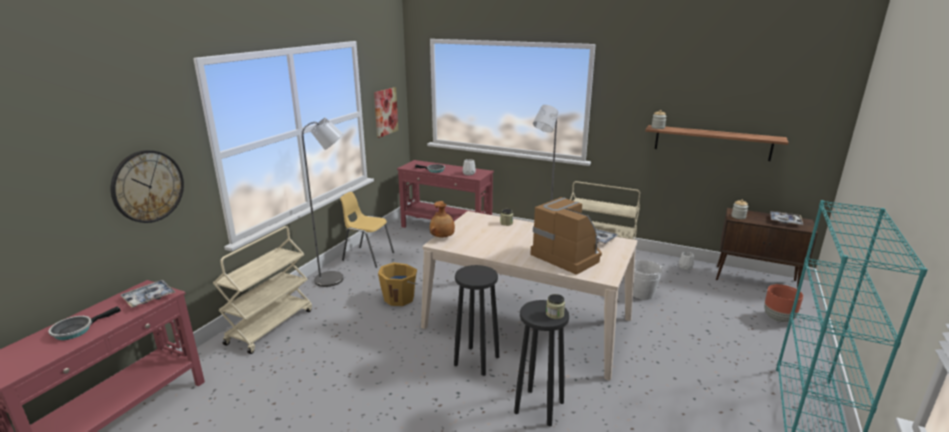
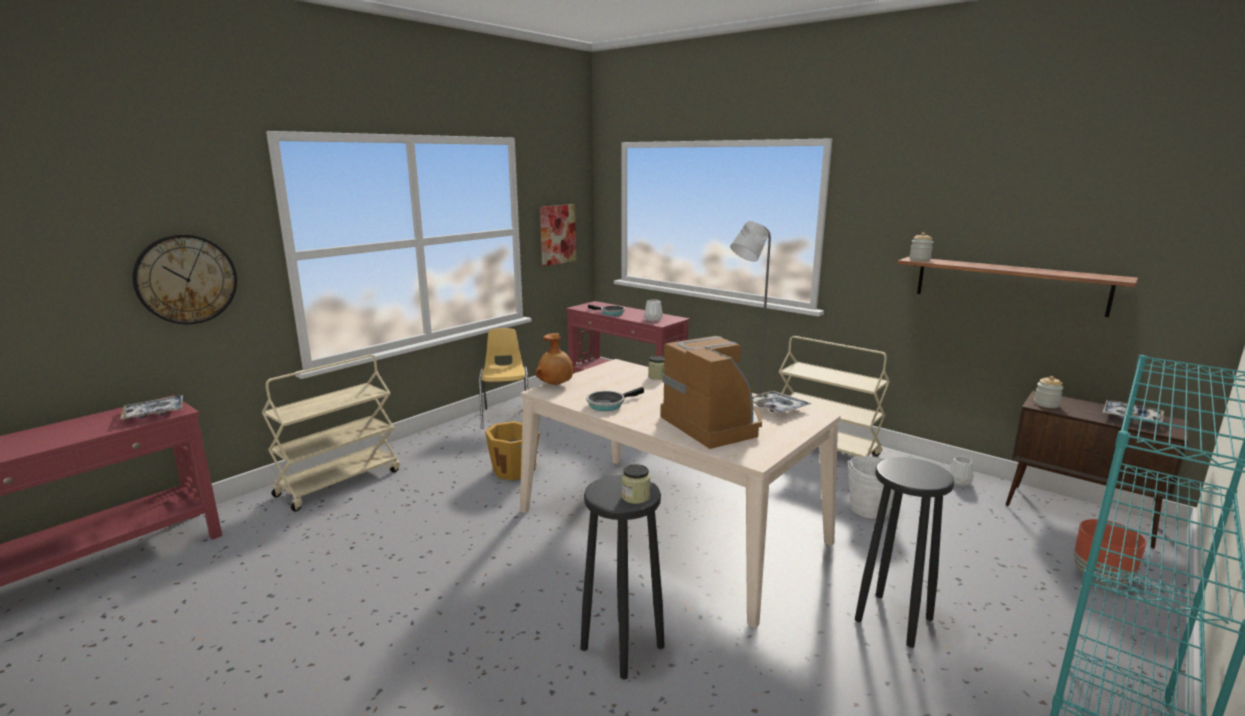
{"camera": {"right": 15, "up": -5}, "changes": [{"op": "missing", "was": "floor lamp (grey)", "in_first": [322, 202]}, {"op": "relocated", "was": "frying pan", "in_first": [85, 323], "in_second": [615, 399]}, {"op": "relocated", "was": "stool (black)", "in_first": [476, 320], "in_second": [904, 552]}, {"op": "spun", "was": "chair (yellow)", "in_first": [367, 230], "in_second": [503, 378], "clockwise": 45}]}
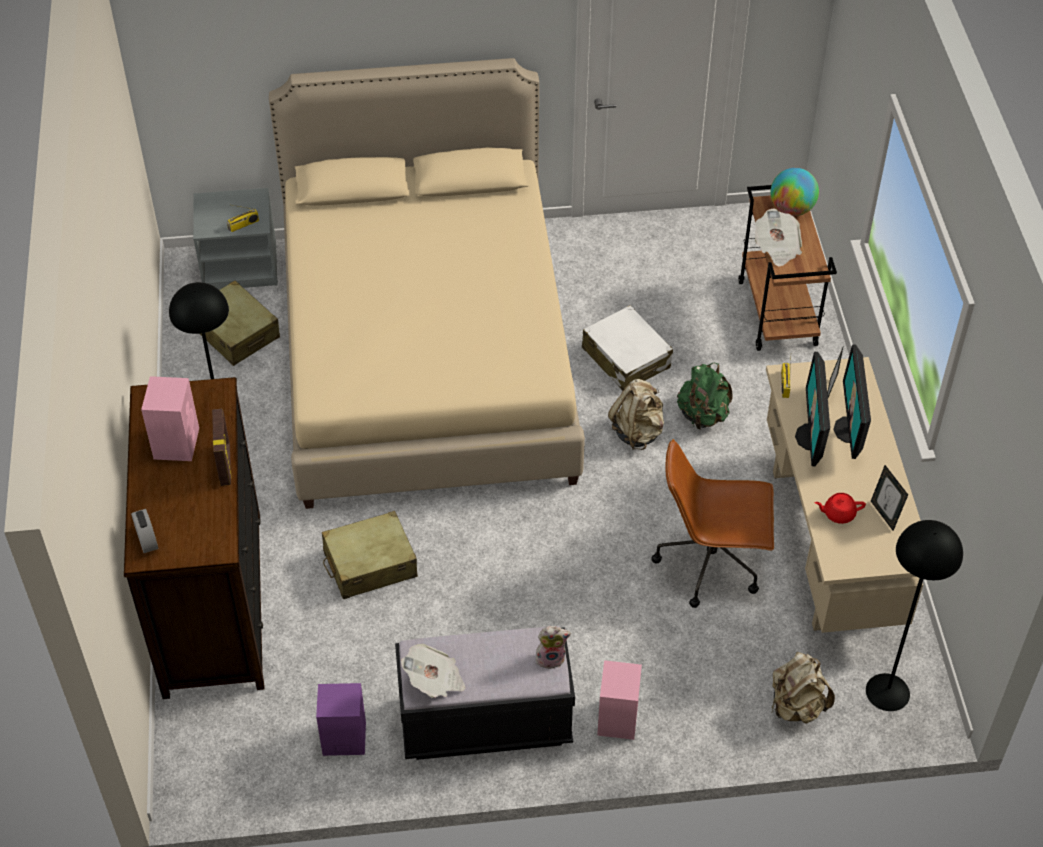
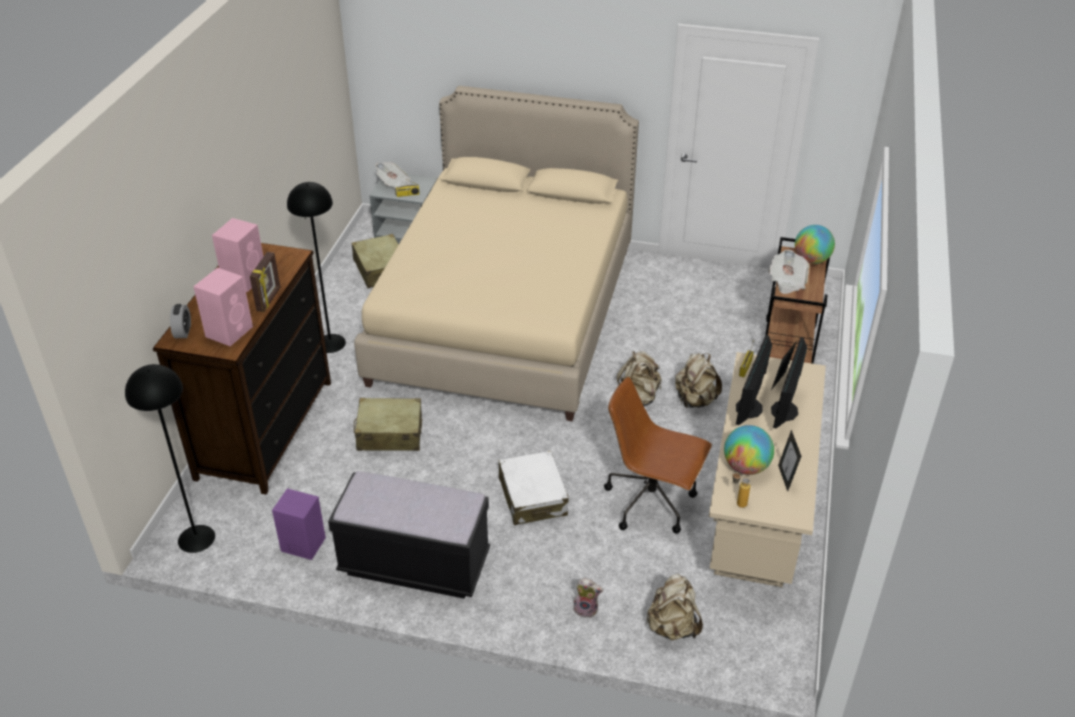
{"camera": {"right": 20, "up": -10}, "changes": [{"op": "appeared", "now": "bottle", "in_second": [741, 490]}, {"op": "relocated", "was": "newspaper", "in_first": [433, 671], "in_second": [393, 175]}, {"op": "relocated", "was": "plush toy", "in_first": [553, 647], "in_second": [587, 598]}, {"op": "relocated", "was": "suitcase (white)", "in_first": [627, 348], "in_second": [534, 488]}, {"op": "relocated", "was": "speaker (pink)", "in_first": [619, 700], "in_second": [223, 307]}, {"op": "relocated", "was": "floor lamp (black)", "in_first": [914, 615], "in_second": [170, 458]}, {"op": "exchanged", "was": "teapot (red)", "now": "globe", "in_first": [840, 508], "in_second": [749, 450]}, {"op": "colour", "was": "backpack (green)", "now": "backpack (beige)", "in_first": [704, 396], "in_second": [698, 380]}]}
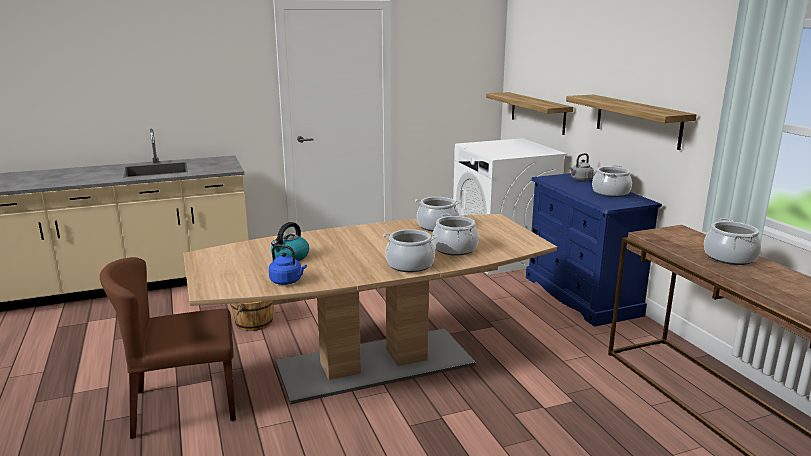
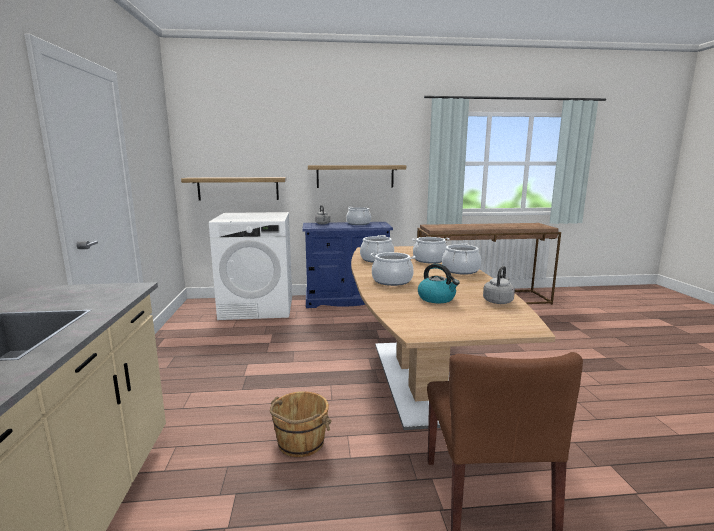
{"camera": {"right": -75, "up": -5}, "changes": [{"op": "relocated", "was": "cooking pot", "in_first": [732, 241], "in_second": [393, 269]}, {"op": "colour", "was": "kettle (blue)", "now": "kettle (grey)", "in_first": [288, 264], "in_second": [499, 285]}]}
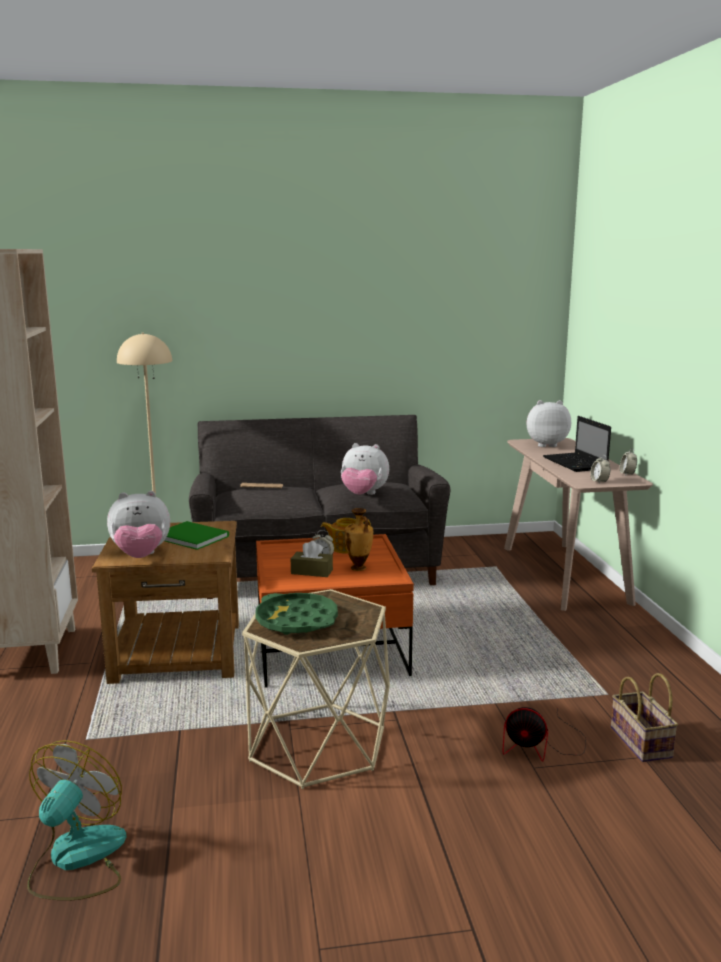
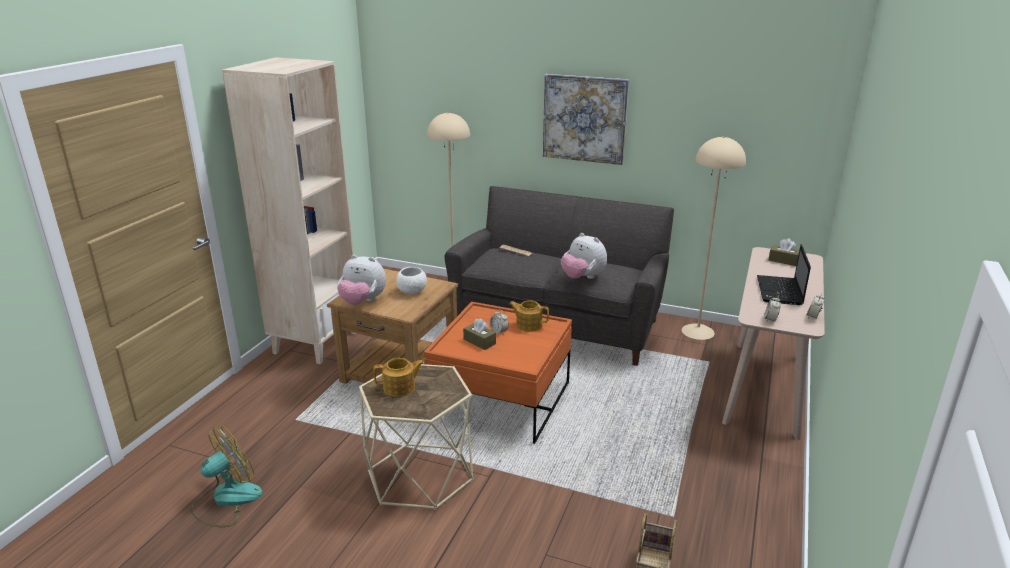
{"camera": {"right": 30, "up": 10}, "changes": [{"op": "missing", "was": "vase", "in_first": [359, 539]}, {"op": "missing", "was": "fan", "in_first": [544, 734]}, {"op": "appeared", "now": "picture", "in_second": [586, 119]}, {"op": "appeared", "now": "floor lamp (beige)", "in_second": [714, 238]}, {"op": "exchanged", "was": "book (green)", "now": "bowl (white)", "in_first": [196, 535], "in_second": [411, 280]}, {"op": "exchanged", "was": "tray (green)", "now": "teapot", "in_first": [296, 614], "in_second": [398, 377]}, {"op": "exchanged", "was": "plush toy", "now": "tissue box (brown)", "in_first": [549, 423], "in_second": [784, 252]}]}
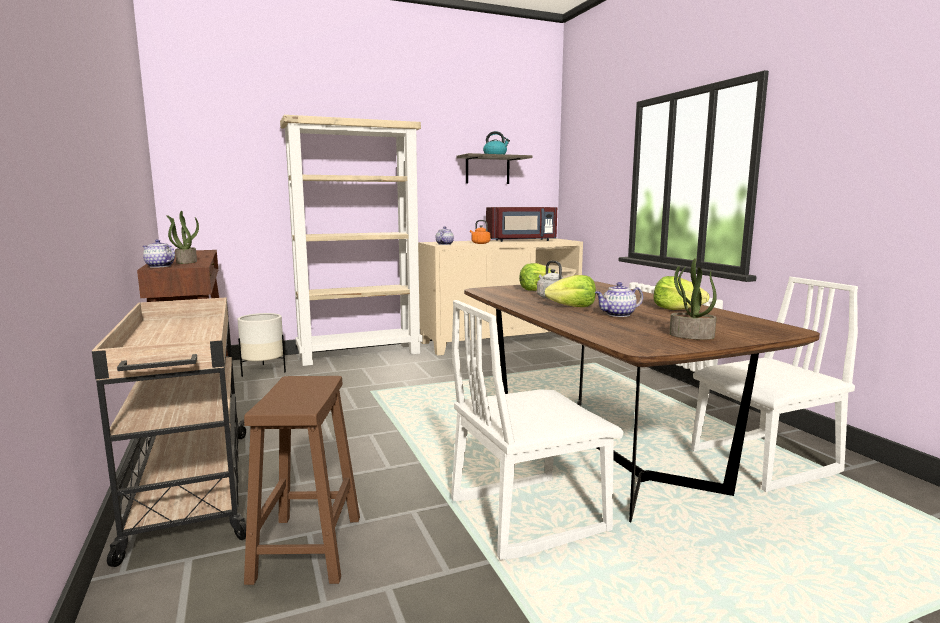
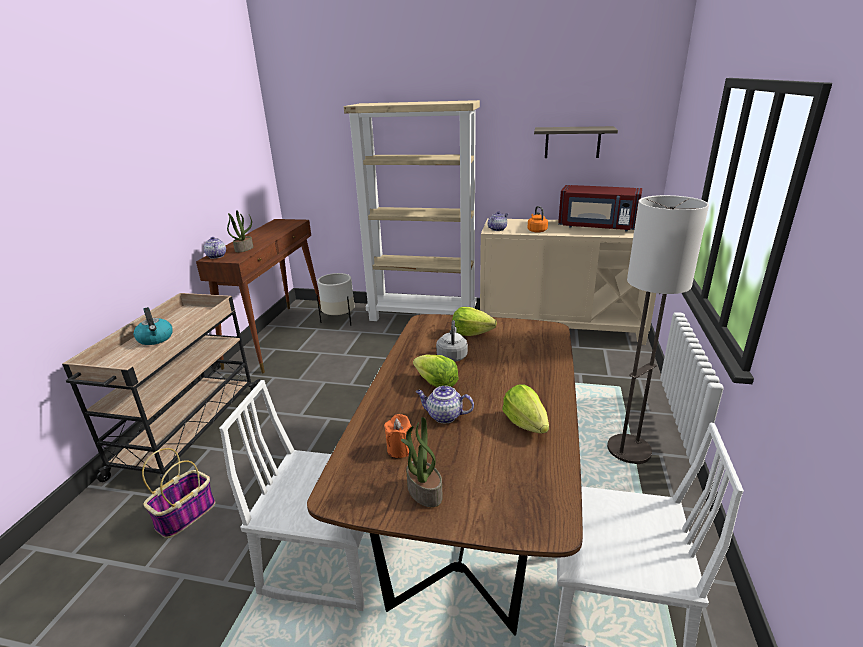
{"camera": {"right": 35, "up": 15}, "changes": [{"op": "appeared", "now": "candle (orange)", "in_second": [398, 436]}, {"op": "appeared", "now": "floor lamp", "in_second": [658, 329]}, {"op": "relocated", "was": "kettle", "in_first": [496, 142], "in_second": [153, 326]}, {"op": "exchanged", "was": "stool (brown)", "now": "basket", "in_first": [302, 480], "in_second": [178, 493]}]}
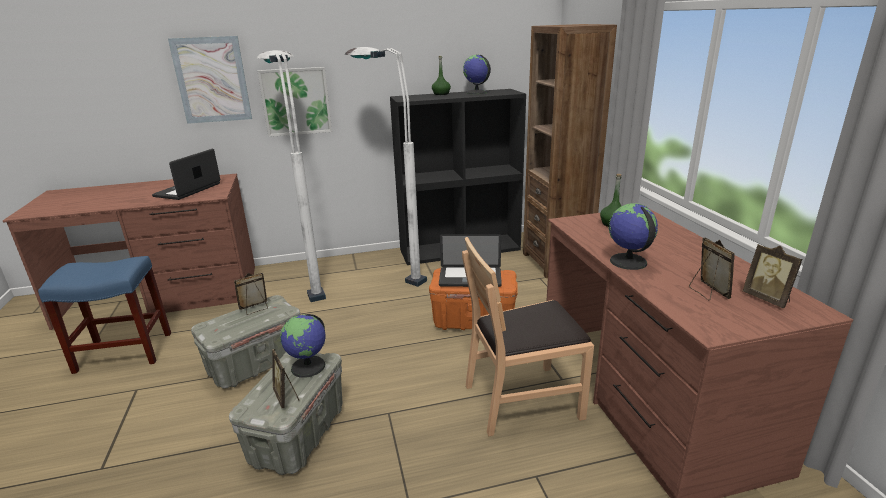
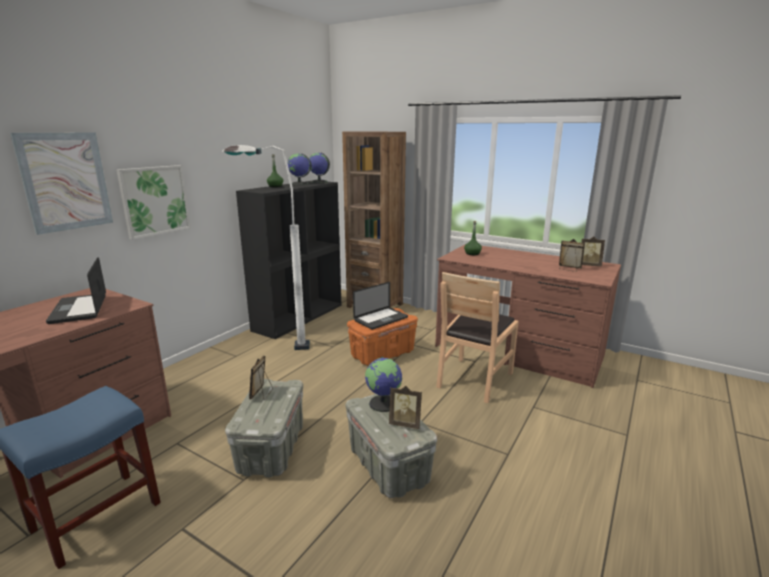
{"camera": {"right": -45, "up": -5}, "changes": [{"op": "missing", "was": "floor lamp (white)", "in_first": [291, 176]}, {"op": "relocated", "was": "globe", "in_first": [633, 236], "in_second": [319, 168]}]}
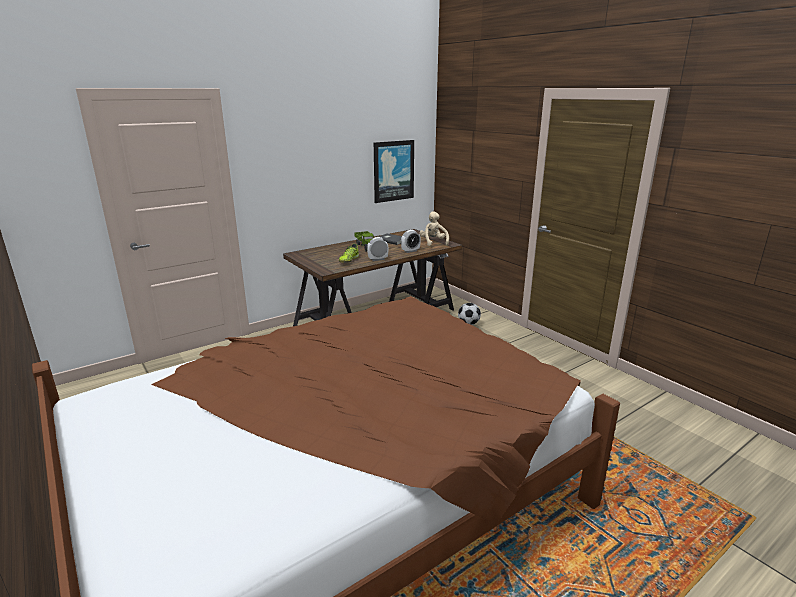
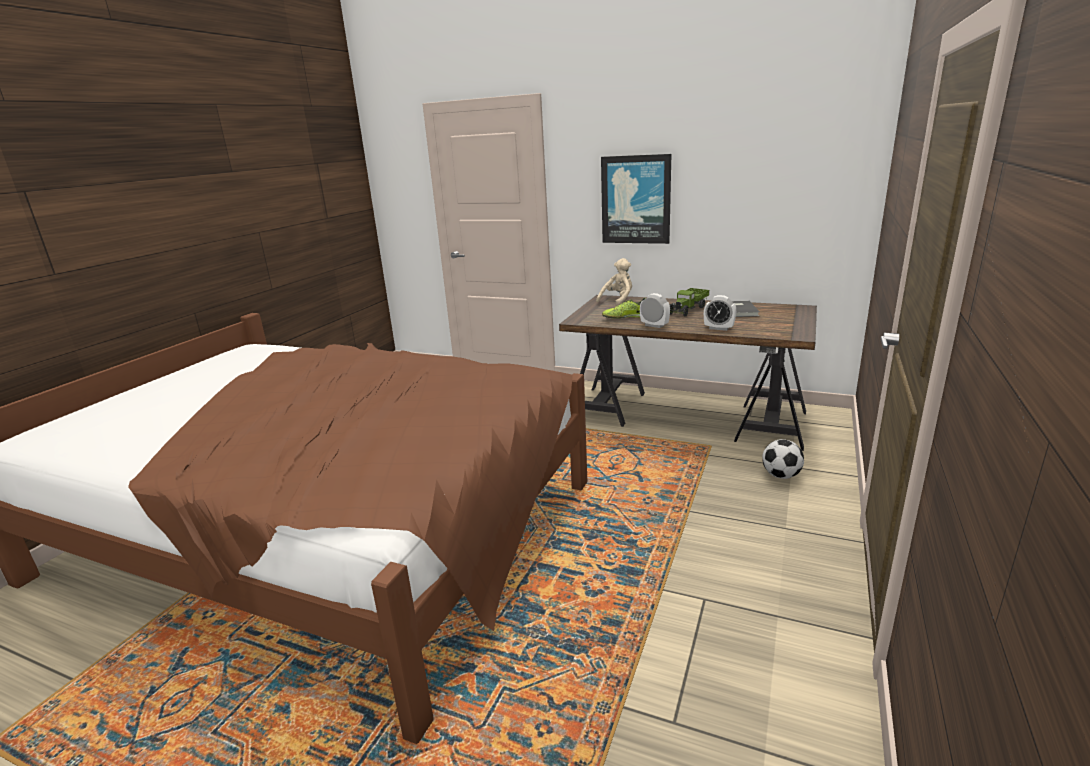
{"camera": {"right": 60, "up": 0}, "changes": [{"op": "relocated", "was": "picture", "in_first": [394, 171], "in_second": [636, 199]}, {"op": "relocated", "was": "plush toy (beige)", "in_first": [434, 228], "in_second": [614, 282]}]}
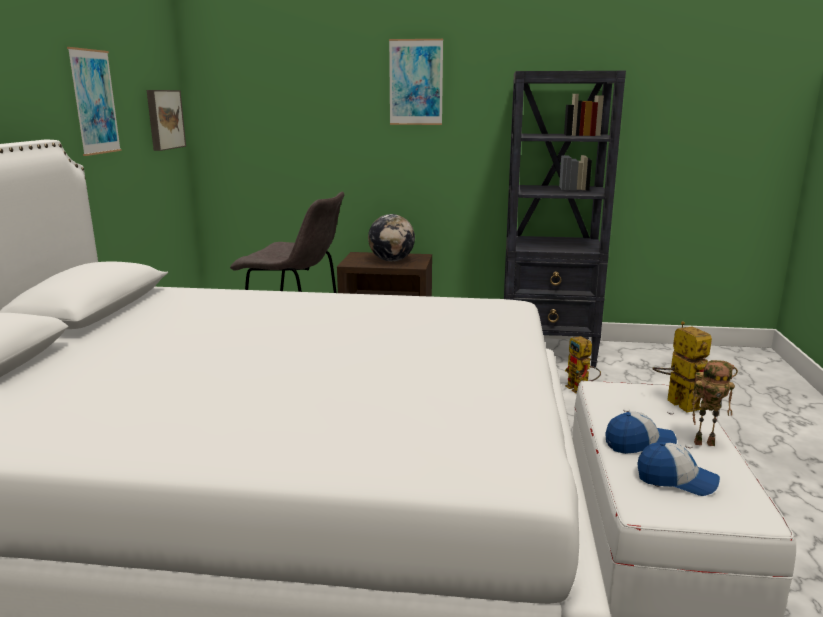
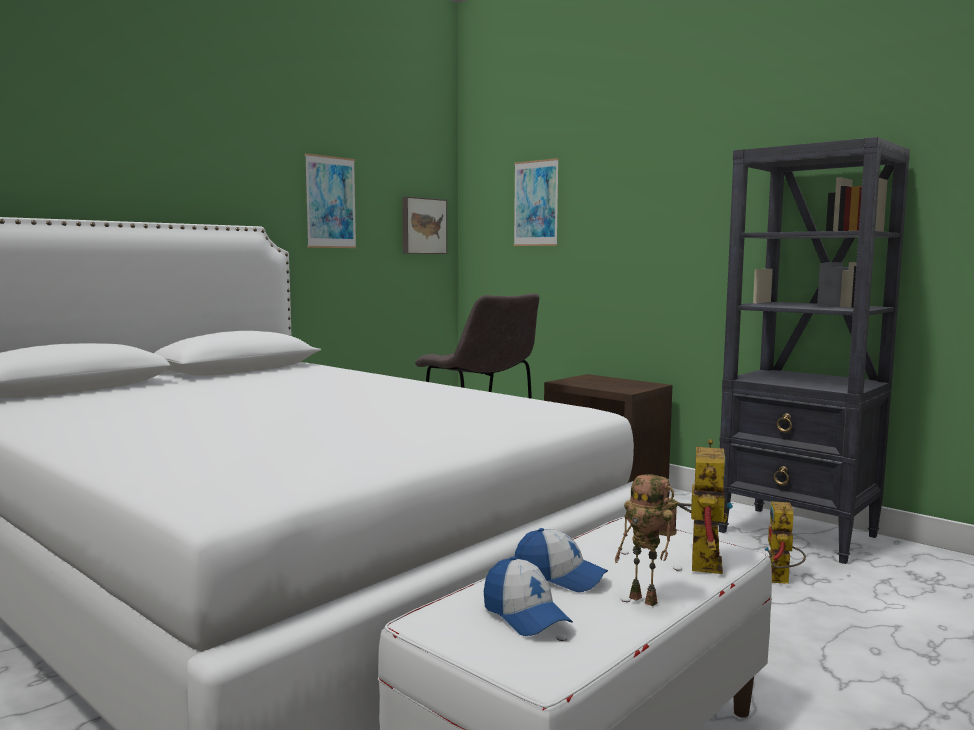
{"camera": {"right": 35, "up": -10}, "changes": [{"op": "missing", "was": "globe", "in_first": [391, 237]}, {"op": "relocated", "was": "picture", "in_first": [416, 82], "in_second": [536, 202]}]}
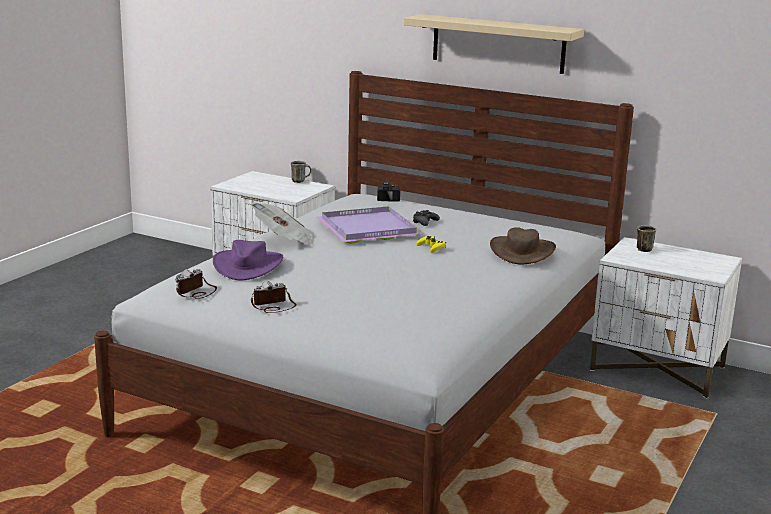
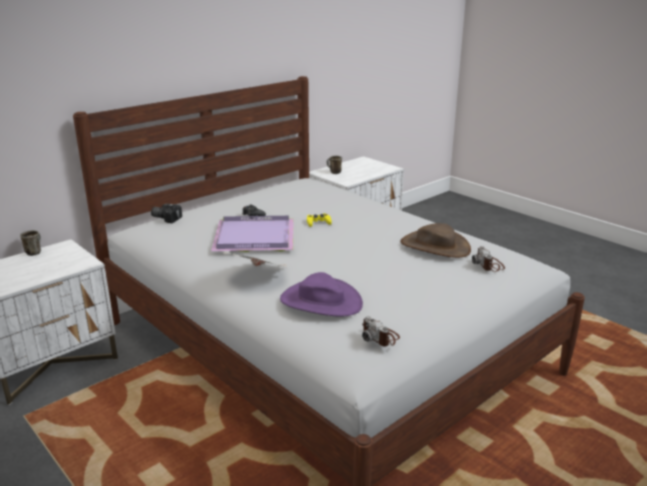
{"camera": {"right": -70, "up": 5}, "changes": [{"op": "missing", "was": "shelf (beige)", "in_first": [494, 44]}, {"op": "relocated", "was": "photo camera", "in_first": [273, 297], "in_second": [488, 259]}, {"op": "relocated", "was": "hat (brown)", "in_first": [523, 246], "in_second": [435, 240]}]}
